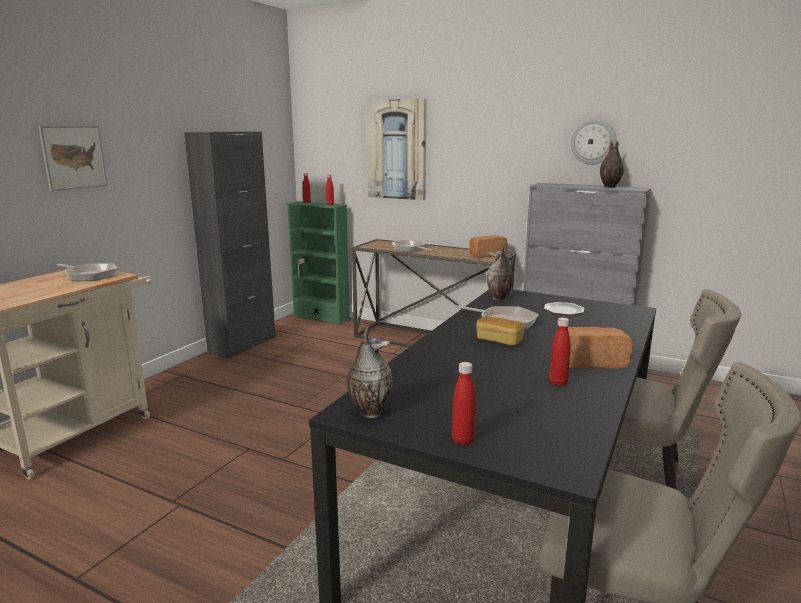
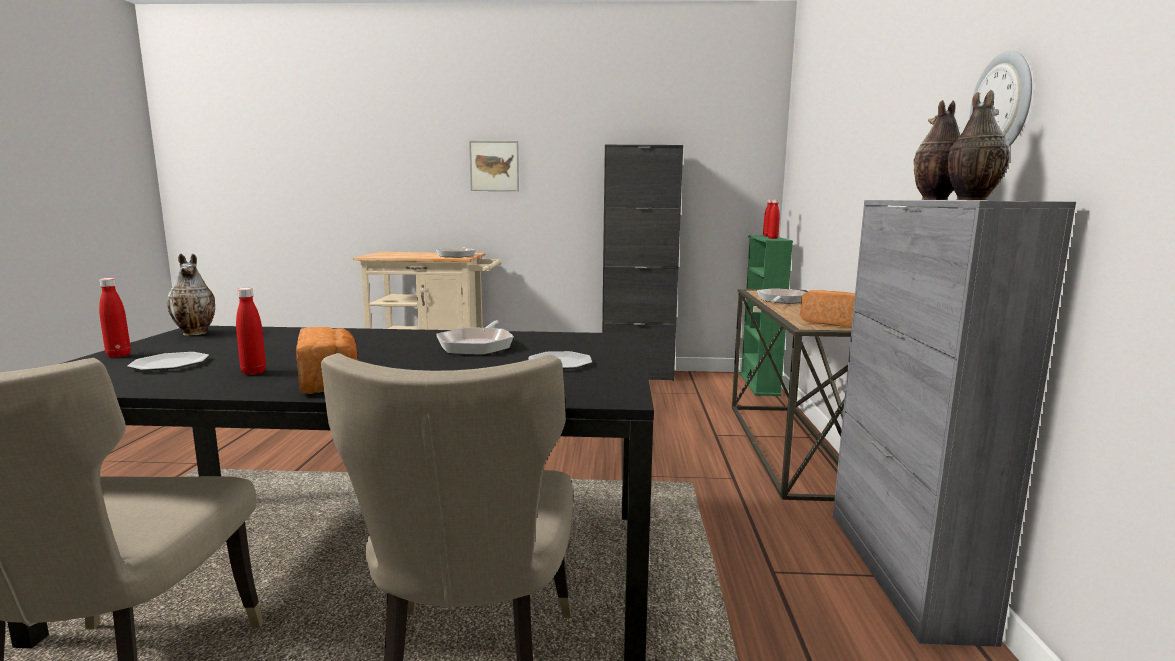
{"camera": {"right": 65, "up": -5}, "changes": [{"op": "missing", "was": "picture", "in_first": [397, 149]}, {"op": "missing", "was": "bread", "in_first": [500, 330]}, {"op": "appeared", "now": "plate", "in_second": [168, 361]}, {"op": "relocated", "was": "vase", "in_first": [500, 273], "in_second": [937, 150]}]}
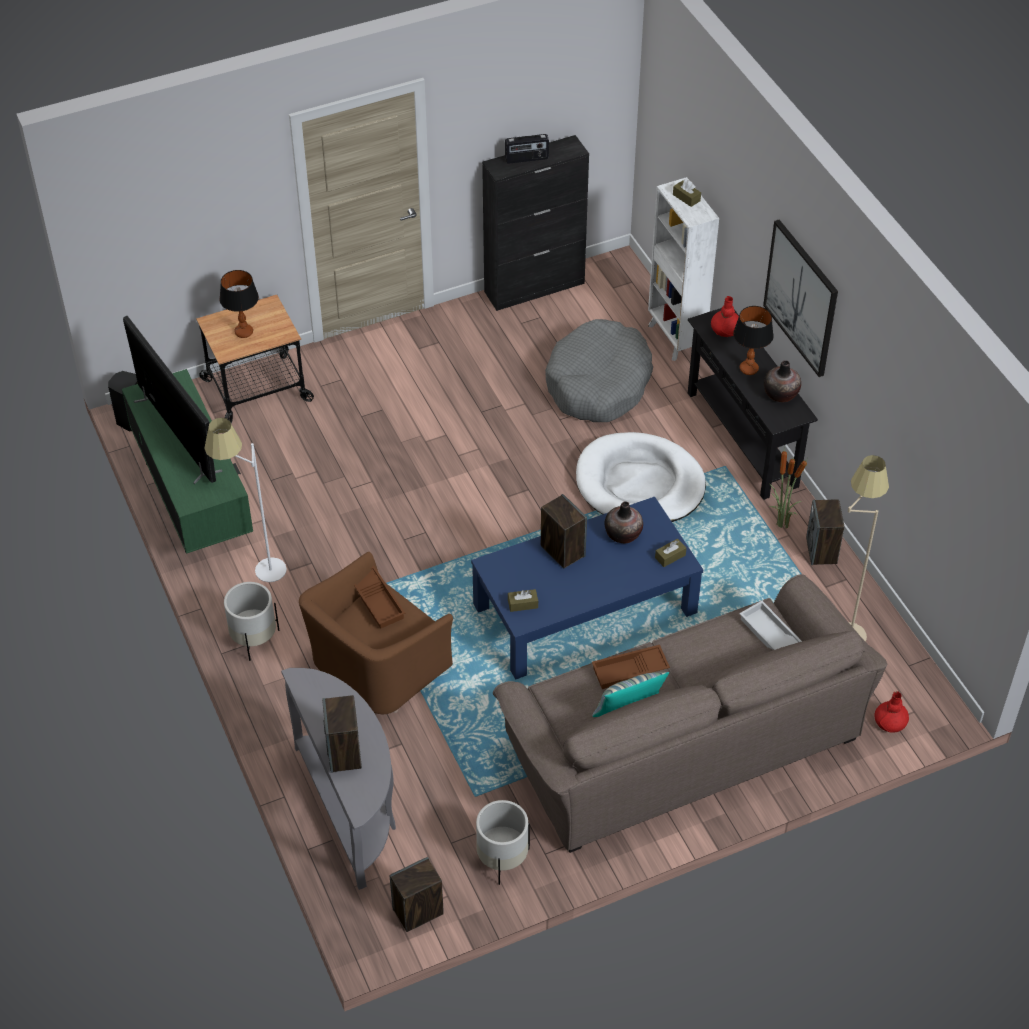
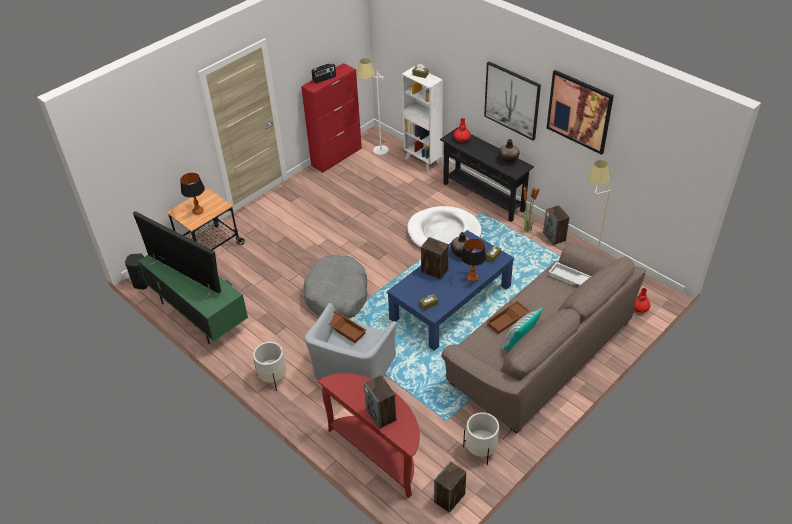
{"camera": {"right": -20, "up": -5}, "changes": [{"op": "appeared", "now": "picture", "in_second": [580, 112]}, {"op": "relocated", "was": "floor lamp (white)", "in_first": [245, 500], "in_second": [372, 106]}, {"op": "relocated", "was": "dog bed (grey)", "in_first": [599, 370], "in_second": [335, 287]}, {"op": "relocated", "was": "table lamp", "in_first": [753, 340], "in_second": [473, 260]}, {"op": "colour", "was": "console table (grey)", "now": "console table (red)", "in_first": [338, 779], "in_second": [369, 436]}, {"op": "colour", "was": "armchair (brown)", "now": "armchair (grey)", "in_first": [376, 633], "in_second": [351, 341]}, {"op": "colour", "was": "cabinet (black)", "now": "cabinet (red)", "in_first": [535, 223], "in_second": [331, 118]}]}
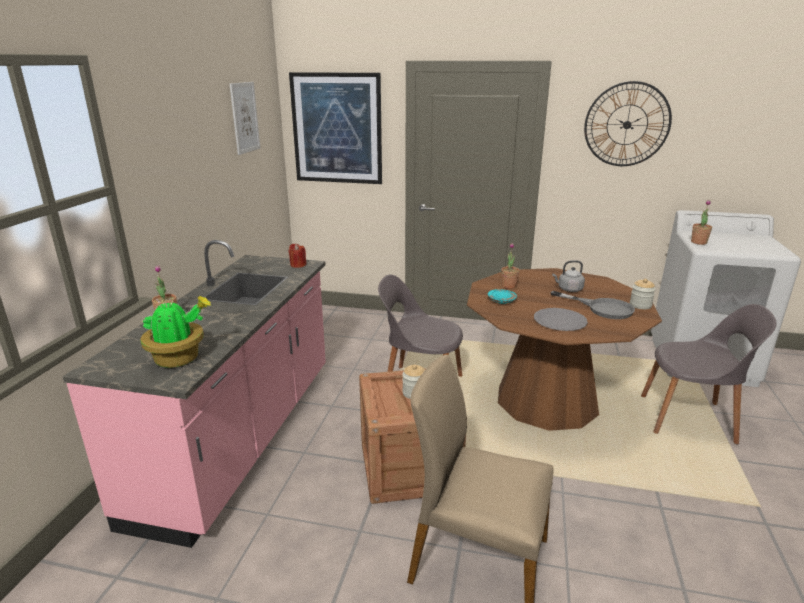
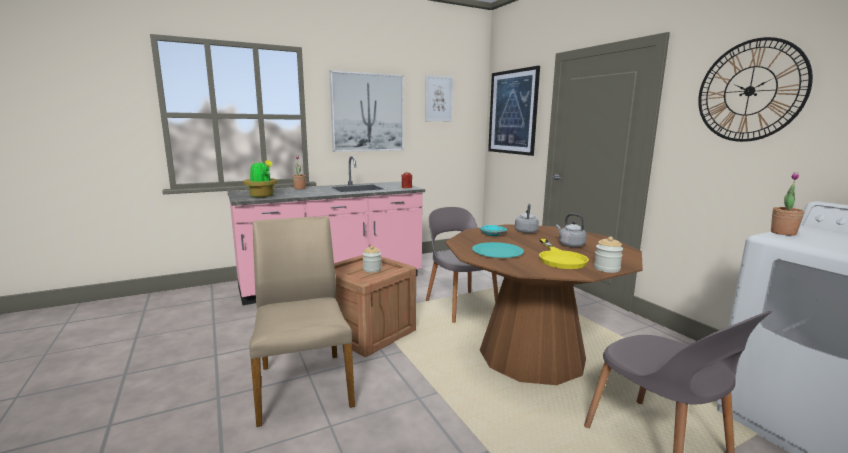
{"camera": {"right": 50, "up": -10}, "changes": [{"op": "appeared", "now": "picture", "in_second": [367, 111]}, {"op": "exchanged", "was": "potted plant", "now": "kettle (grey)", "in_first": [510, 265], "in_second": [527, 218]}, {"op": "colour", "was": "plate (grey)", "now": "plate (turquoise)", "in_first": [561, 319], "in_second": [498, 250]}, {"op": "colour", "was": "frying pan (grey)", "now": "frying pan (yellow)", "in_first": [592, 305], "in_second": [564, 254]}]}
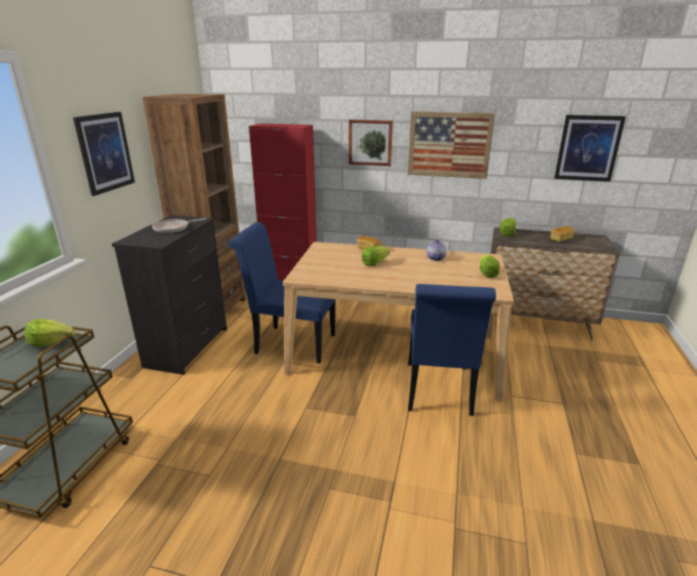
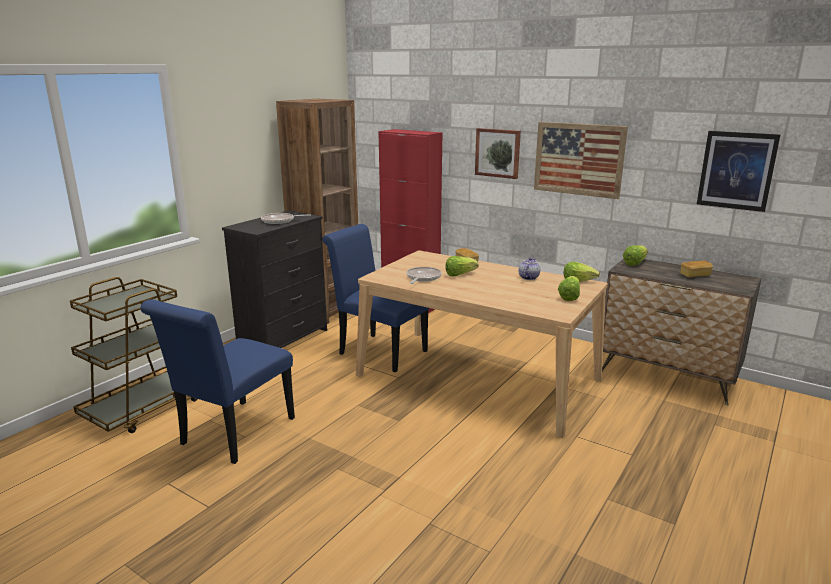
{"camera": {"right": 20, "up": -5}, "changes": [{"op": "missing", "was": "picture", "in_first": [104, 154]}, {"op": "appeared", "now": "frying pan", "in_second": [424, 275]}, {"op": "relocated", "was": "lettuce", "in_first": [50, 333], "in_second": [582, 272]}, {"op": "relocated", "was": "chair (blue)", "in_first": [452, 350], "in_second": [218, 382]}]}
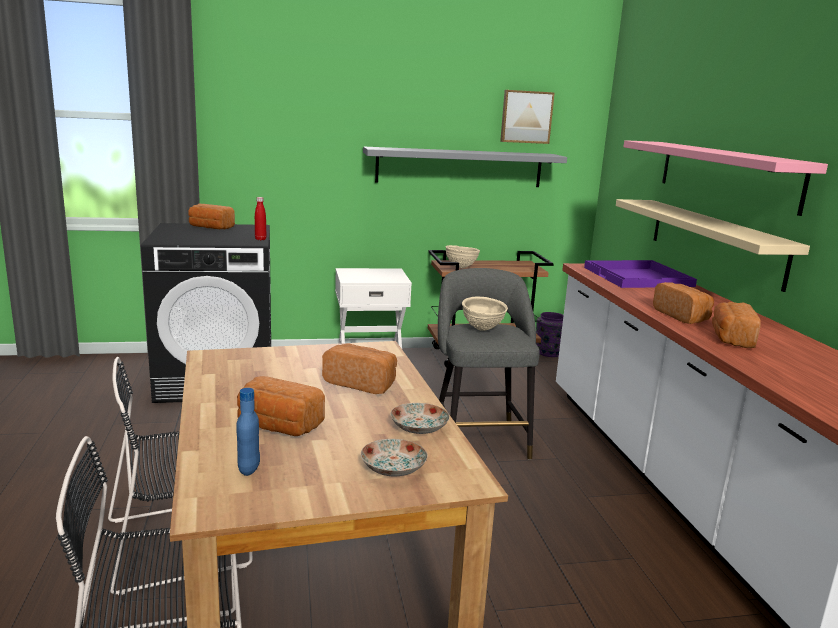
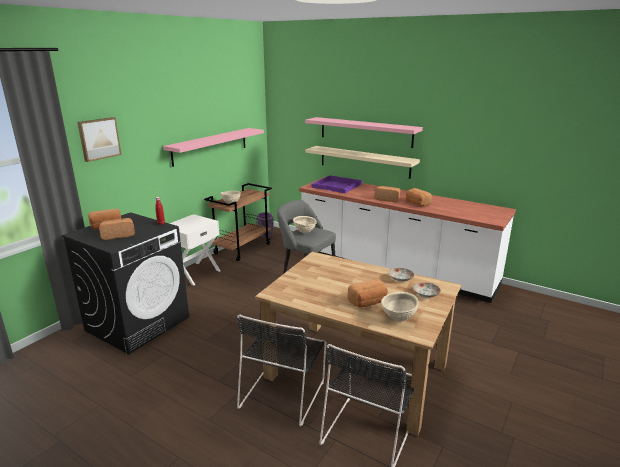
{"camera": {"right": -45, "up": 5}, "changes": [{"op": "relocated", "was": "bread", "in_first": [359, 369], "in_second": [117, 229]}, {"op": "relocated", "was": "picture", "in_first": [527, 117], "in_second": [99, 139]}, {"op": "exchanged", "was": "bottle (blue)", "now": "bowl (beige)", "in_first": [248, 432], "in_second": [400, 306]}, {"op": "colour", "was": "shelf (grey)", "now": "shelf (pink)", "in_first": [465, 167], "in_second": [213, 147]}]}
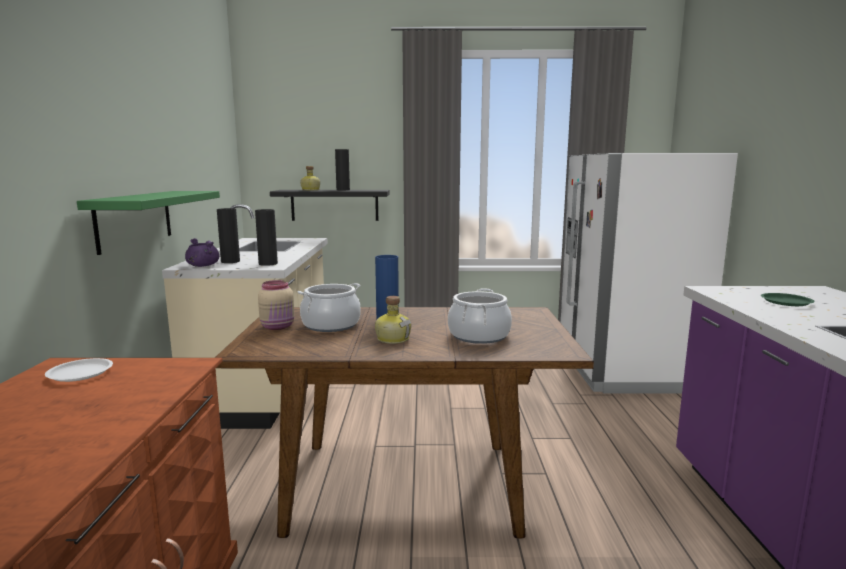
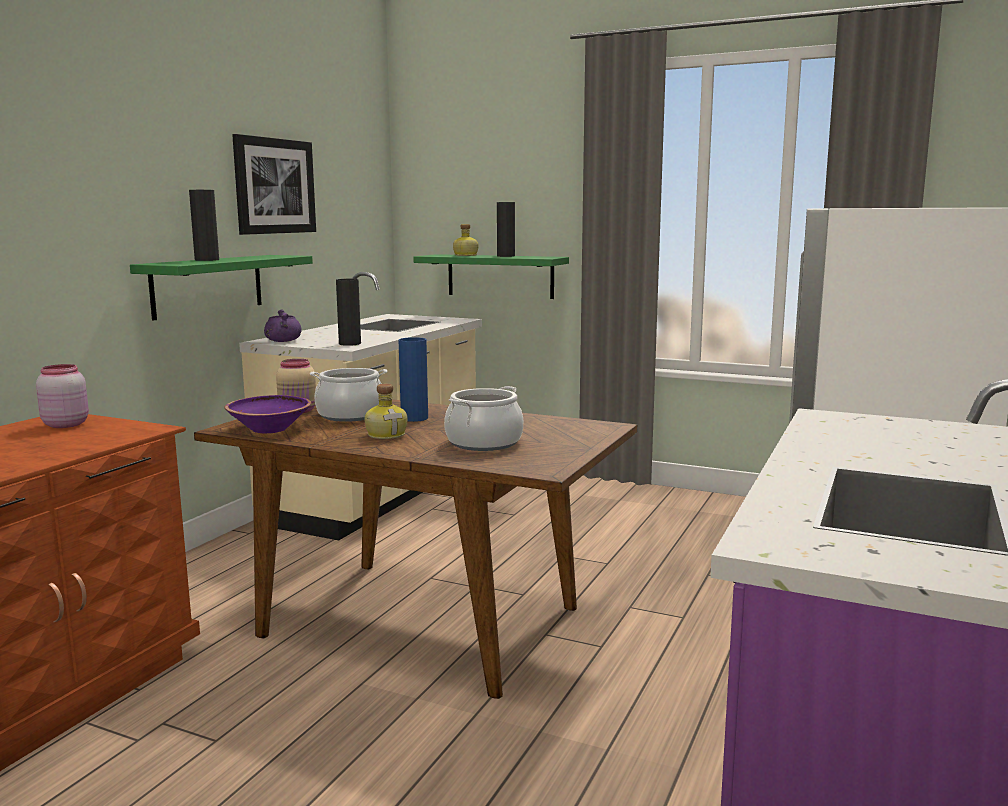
{"camera": {"right": 25, "up": 0}, "changes": [{"op": "missing", "was": "plate (green)", "in_first": [788, 299]}, {"op": "appeared", "now": "bowl (purple)", "in_second": [268, 414]}, {"op": "appeared", "now": "picture", "in_second": [274, 184]}, {"op": "relocated", "was": "vase (black)", "in_first": [228, 235], "in_second": [204, 225]}, {"op": "exchanged", "was": "plate (white)", "now": "jar (pink)", "in_first": [79, 370], "in_second": [62, 396]}, {"op": "colour", "was": "shelf (black)", "now": "shelf (green)", "in_first": [329, 205], "in_second": [491, 276]}]}
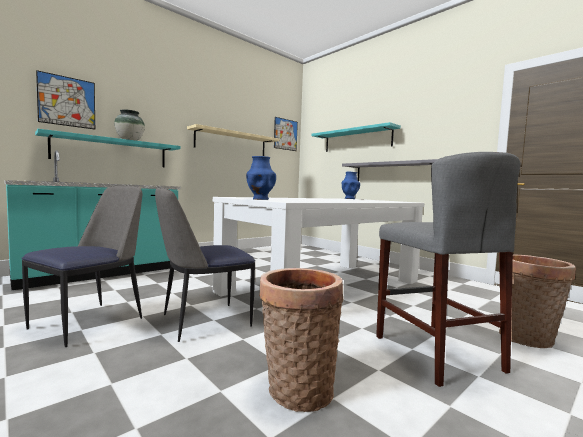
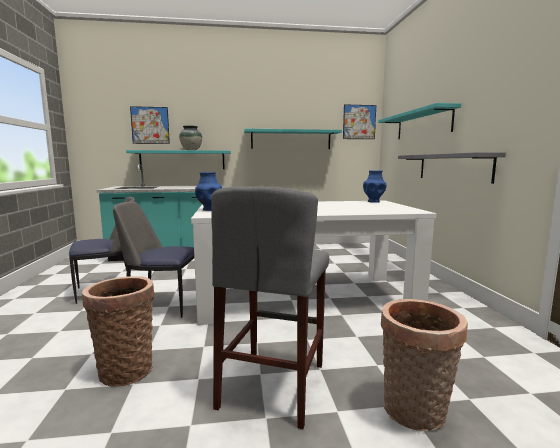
{"camera": {"right": 35, "up": 5}, "changes": [{"op": "colour", "was": "shelf (beige)", "now": "shelf (turquoise)", "in_first": [233, 140], "in_second": [293, 139]}]}
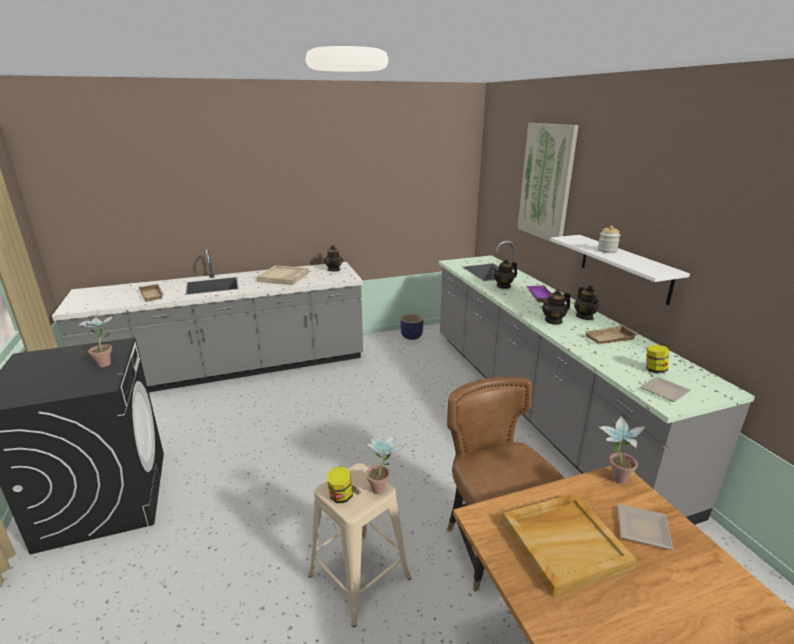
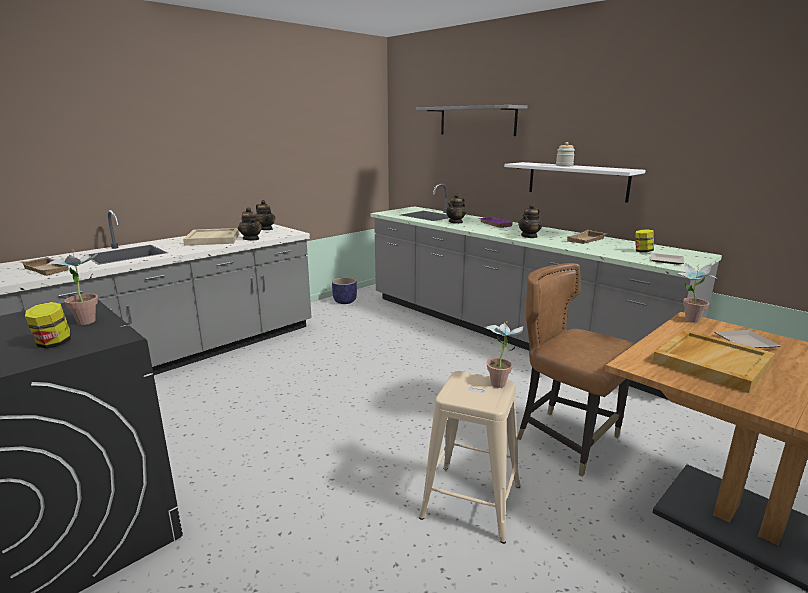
{"camera": {"right": -25, "up": -5}, "changes": [{"op": "relocated", "was": "jar", "in_first": [340, 484], "in_second": [48, 325]}, {"op": "relocated", "was": "teapot", "in_first": [587, 302], "in_second": [250, 223]}, {"op": "exchanged", "was": "picture", "now": "shelf (grey)", "in_first": [548, 184], "in_second": [471, 120]}]}
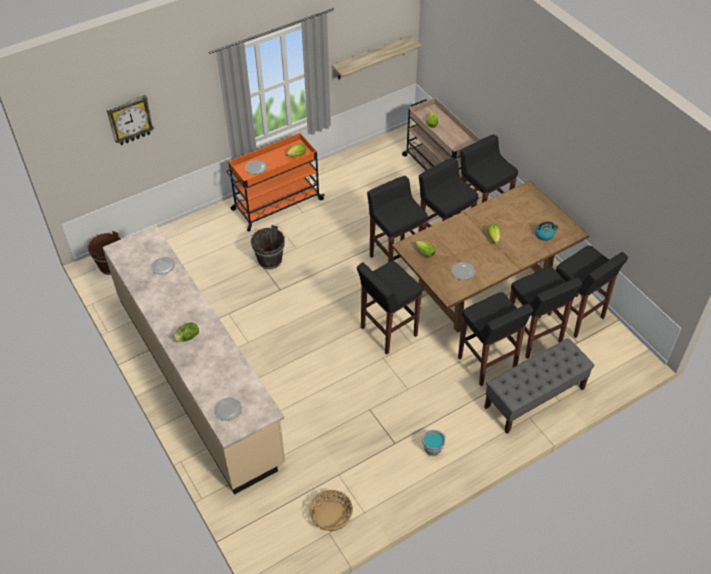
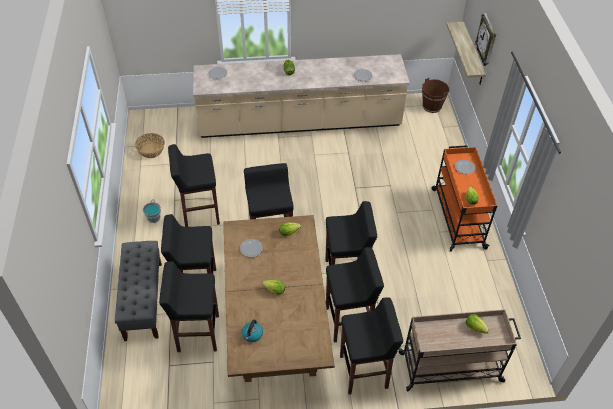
{"camera": {"right": 115, "up": 0}, "changes": [{"op": "missing", "was": "bucket (brown)", "in_first": [268, 247]}, {"op": "relocated", "was": "shelf", "in_first": [377, 57], "in_second": [466, 53]}, {"op": "relocated", "was": "stool (black)", "in_first": [587, 291], "in_second": [194, 185]}]}
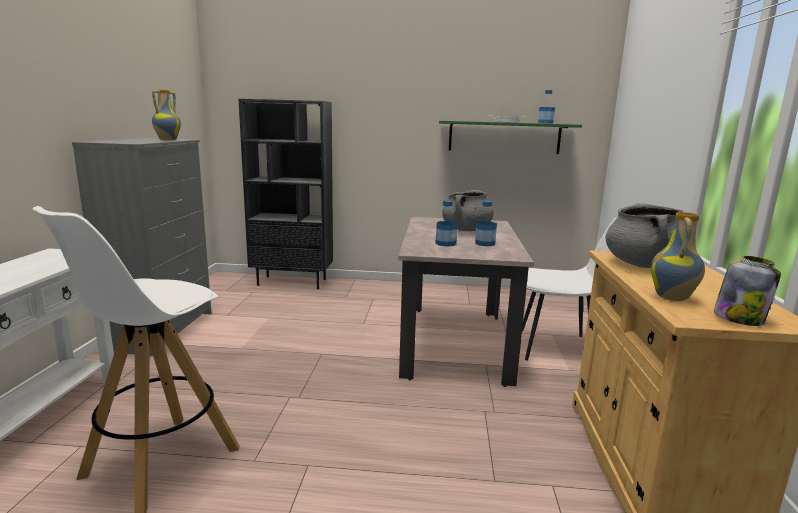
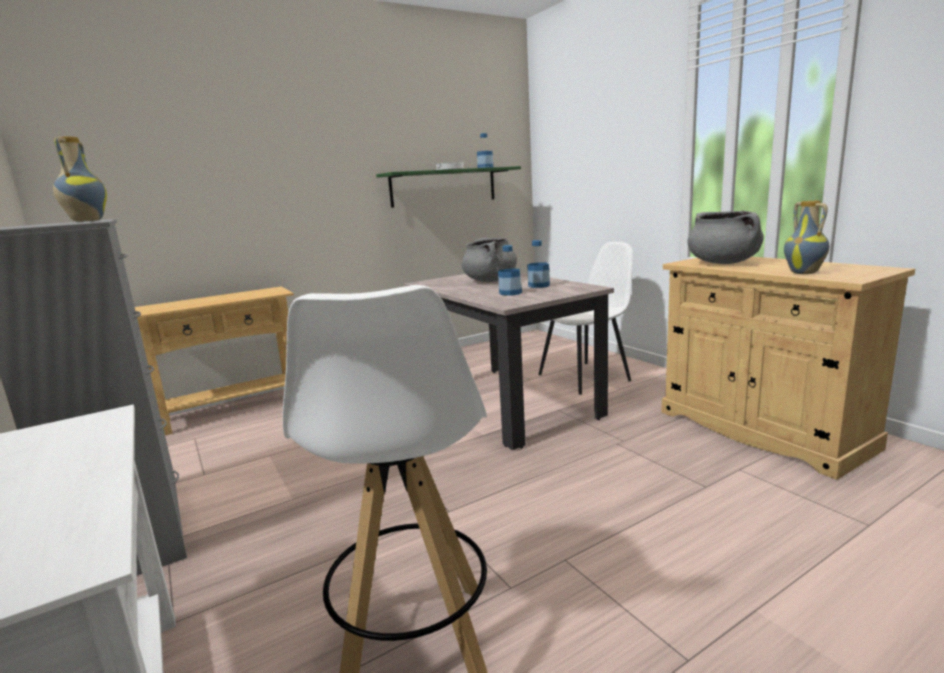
{"camera": {"right": -35, "up": 0}, "changes": [{"op": "missing", "was": "jar", "in_first": [747, 291]}, {"op": "exchanged", "was": "bookcase (black)", "now": "console table (beige)", "in_first": [285, 194], "in_second": [214, 361]}]}
